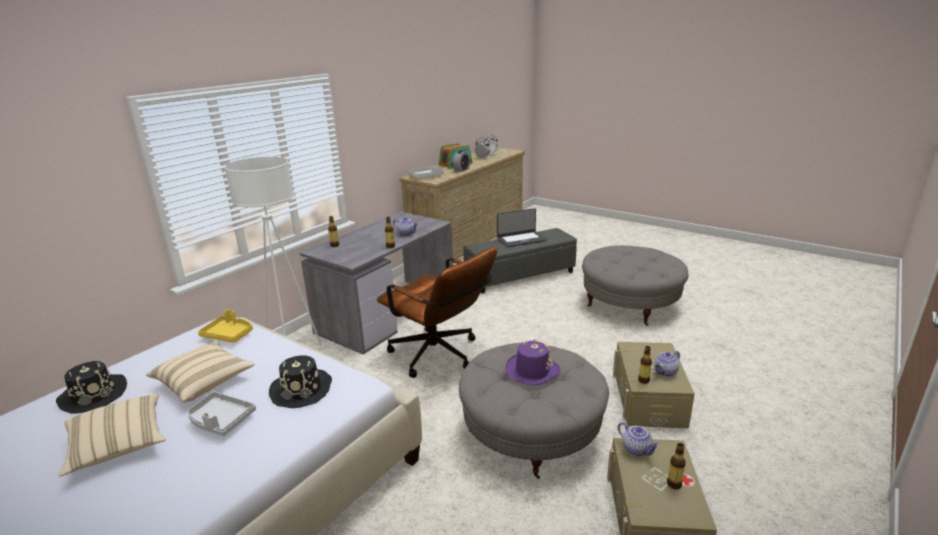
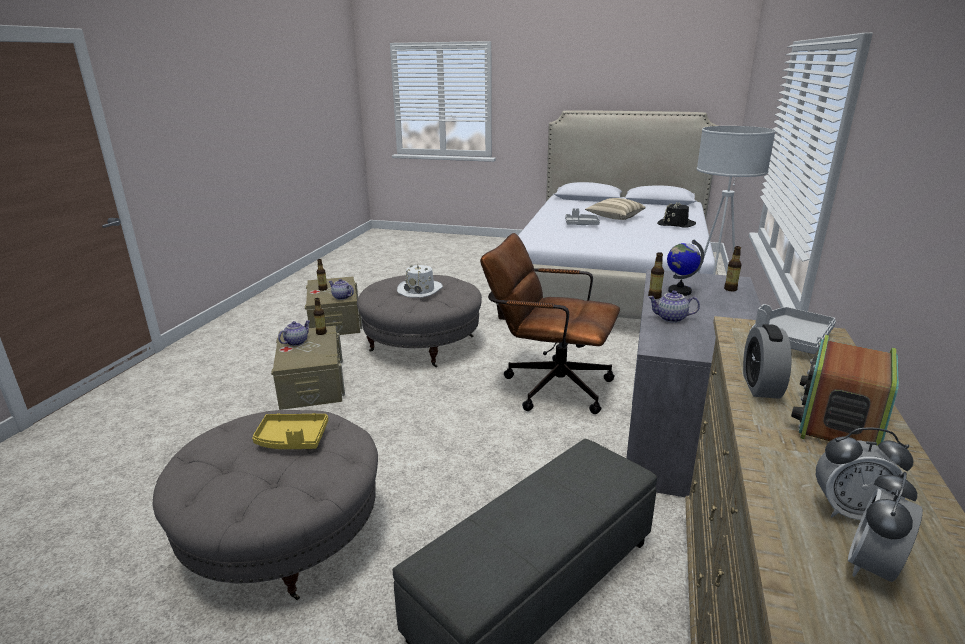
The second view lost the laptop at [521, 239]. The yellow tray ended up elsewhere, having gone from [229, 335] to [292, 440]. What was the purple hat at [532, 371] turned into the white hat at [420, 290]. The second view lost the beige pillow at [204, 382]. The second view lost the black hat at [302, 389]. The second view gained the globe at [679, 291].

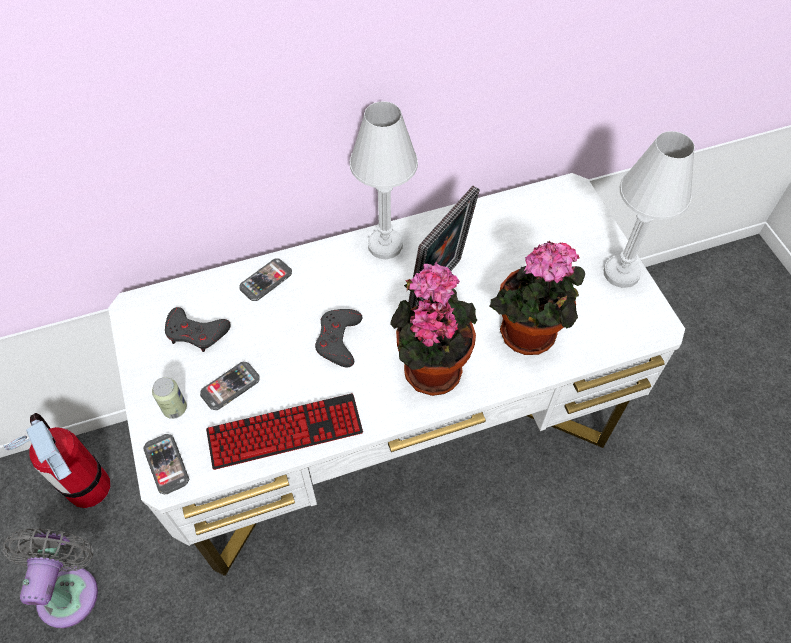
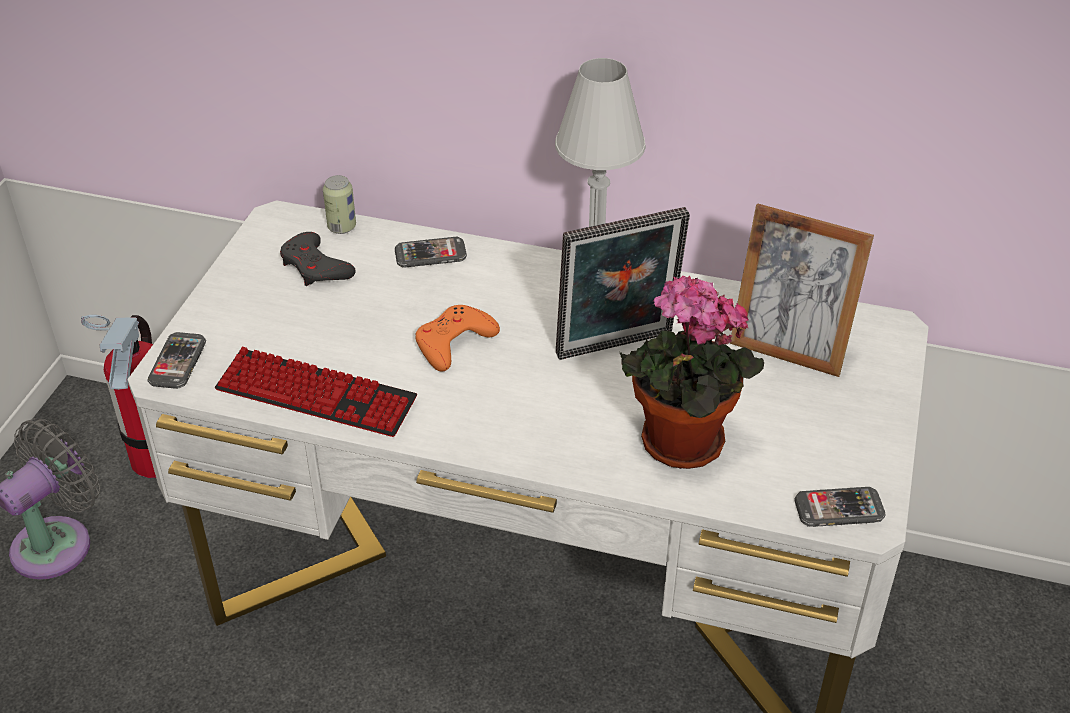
The second view lost the white table lamp at [621, 273]. The second view lost the potted plant at [430, 366]. What was the grey game controller at [338, 340] turned into the orange game controller at [453, 342]. The phone ended up elsewhere, having gone from [230, 386] to [839, 509]. The can ended up elsewhere, having gone from [175, 408] to [342, 227]. The second view gained the picture frame at [788, 350].

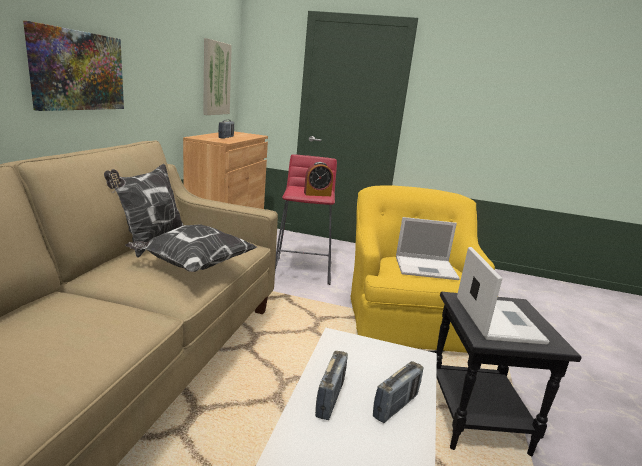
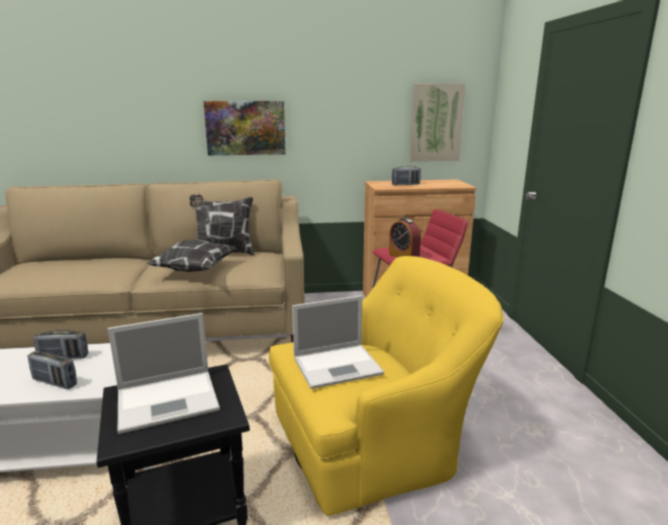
The laptop at [427, 268] ended up facing another way, 90 degrees counterclockwise from before.

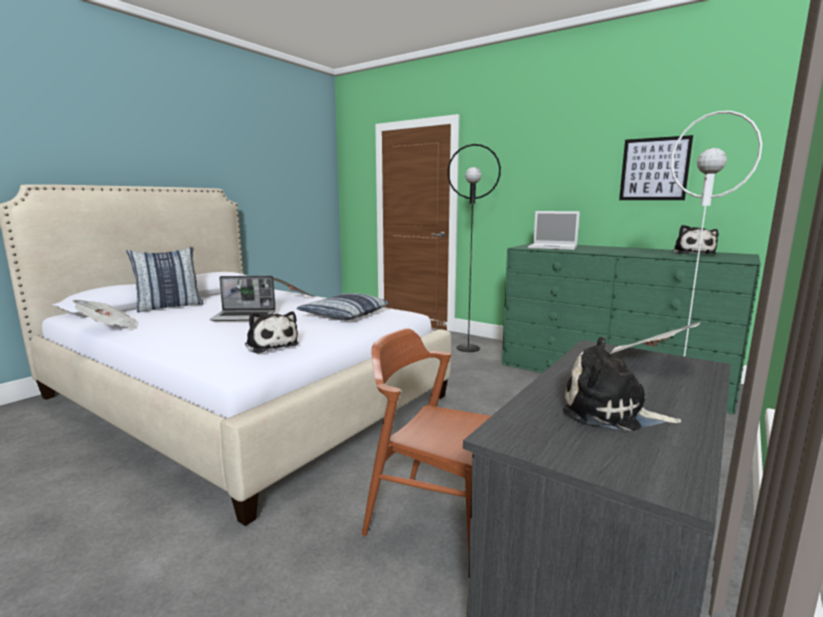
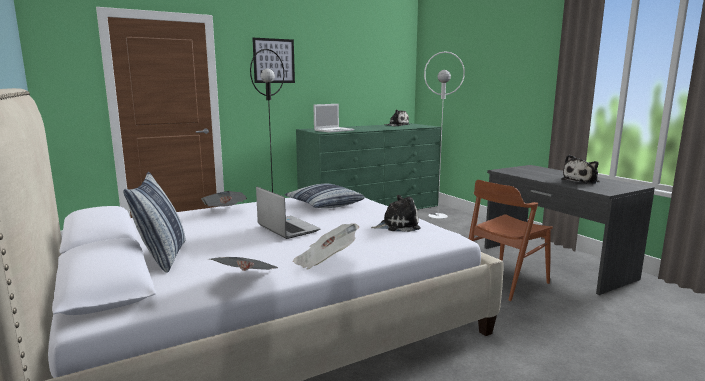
The picture ended up elsewhere, having gone from [654, 169] to [274, 61]. The laptop at [245, 317] ended up facing another way, 60 degrees counterclockwise from before. The newspaper ended up elsewhere, having gone from [646, 360] to [325, 262].

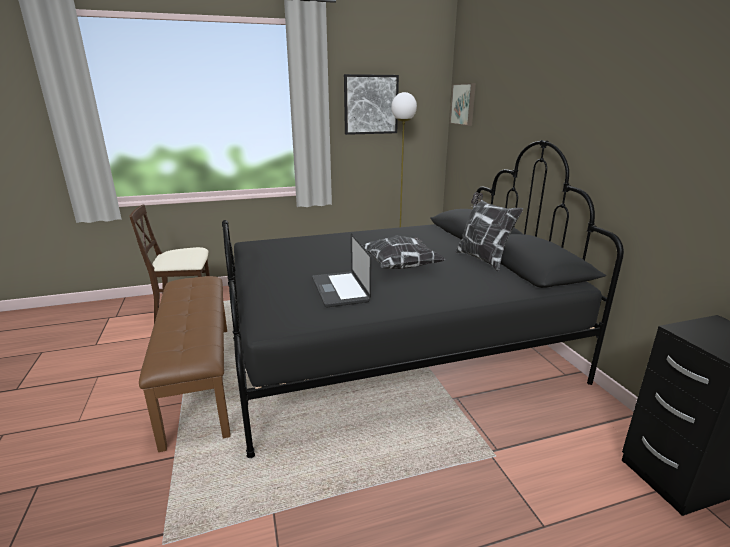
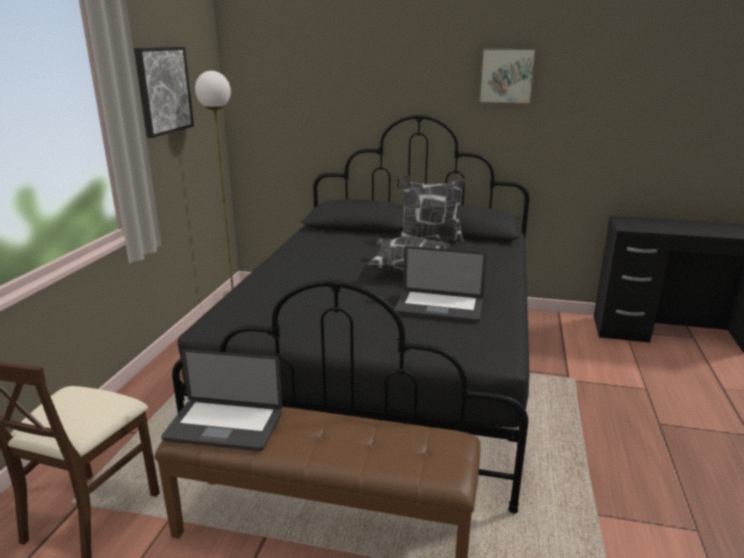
The picture ended up elsewhere, having gone from [464, 104] to [506, 76]. The second view gained the laptop at [224, 427].

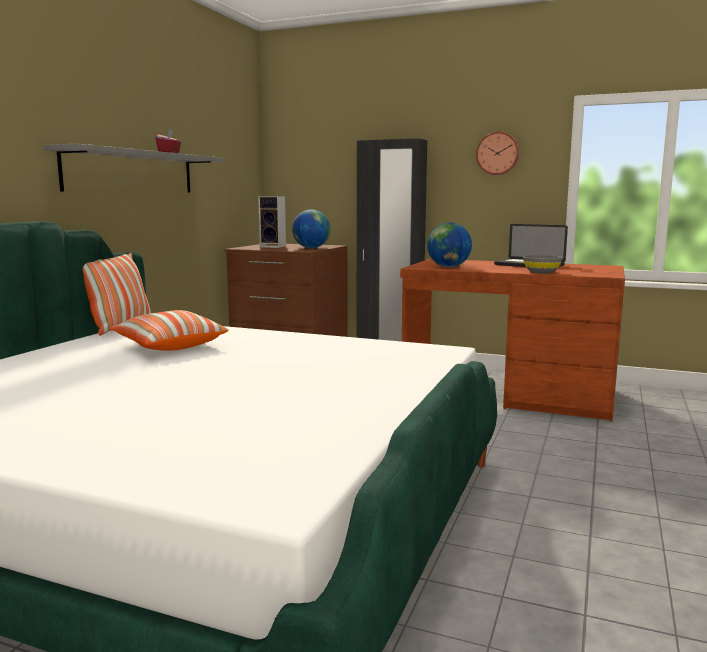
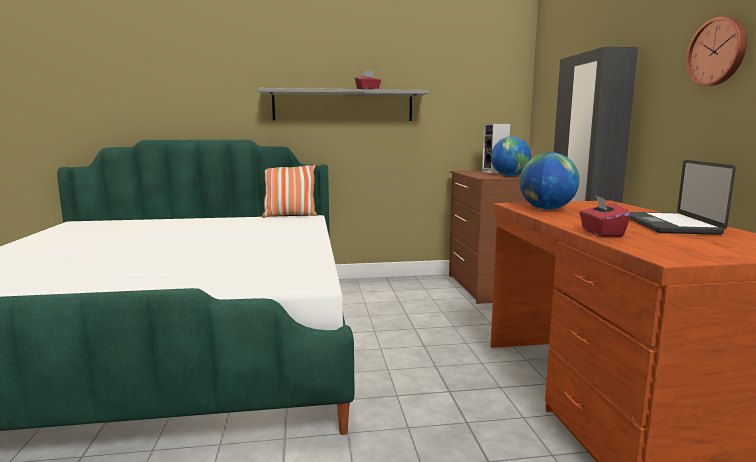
Where the grey bowl stood at [541, 272], the red tissue box came to stand at [601, 233]. The second view lost the pillow at [169, 346].

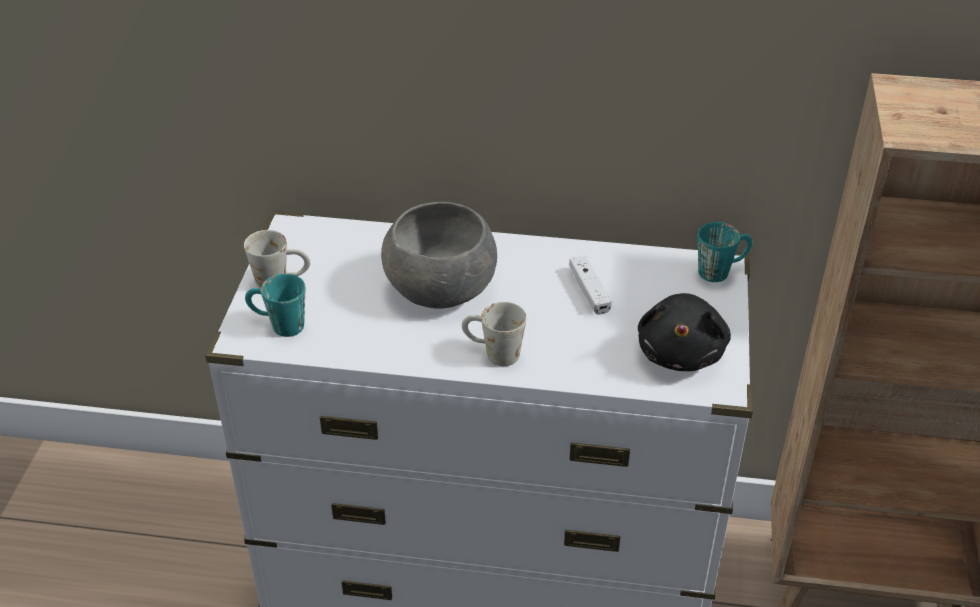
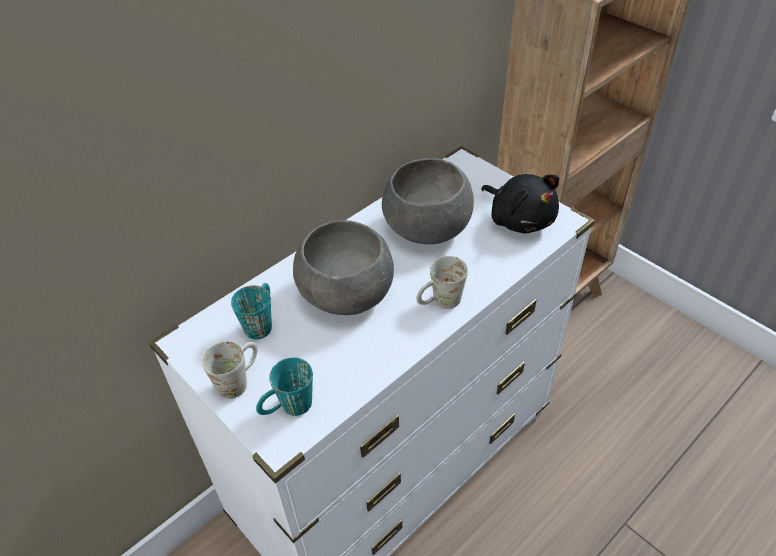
The turquoise mug ended up elsewhere, having gone from [721, 270] to [261, 322]. Where the white game controller stood at [589, 291], the grey bowl came to stand at [426, 226].

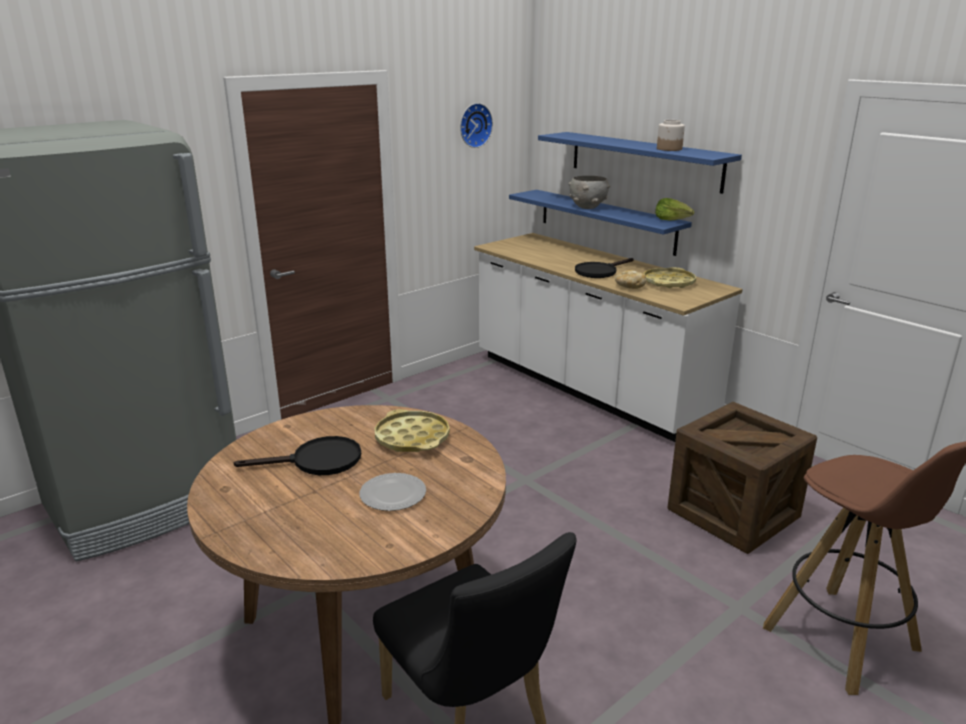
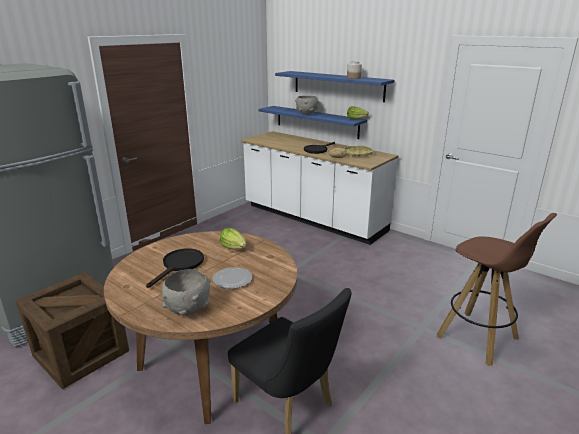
The second view lost the wall clock at [474, 125]. The crate ended up elsewhere, having gone from [733, 513] to [81, 354]. Where the yellow tray stood at [412, 438], the lettuce came to stand at [234, 247]. The black frying pan at [317, 461] ended up facing another way, 45 degrees counterclockwise from before. The second view gained the grey bowl at [188, 310].

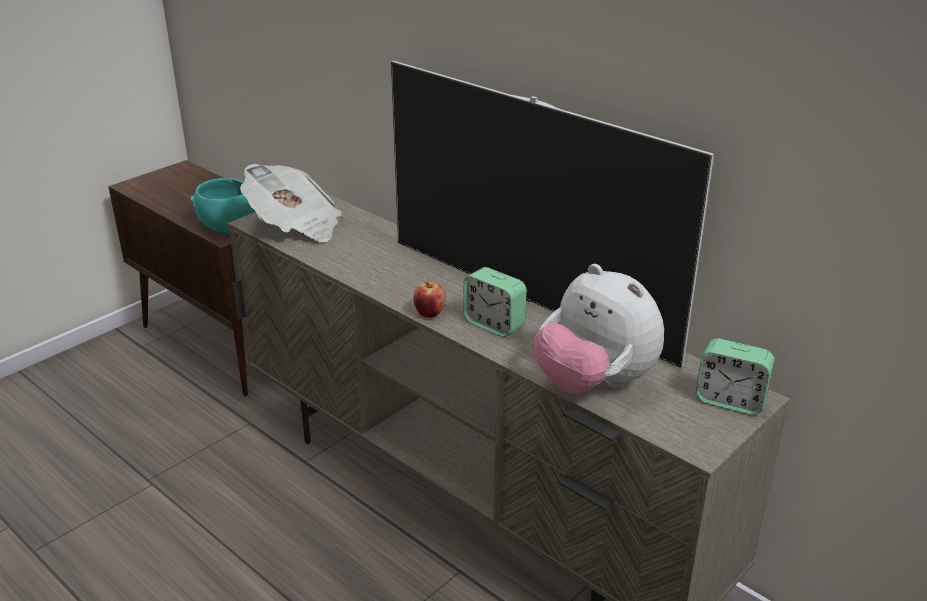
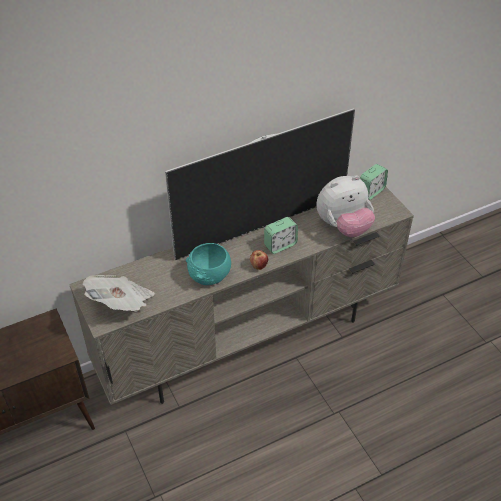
The turquoise bowl ended up elsewhere, having gone from [227, 226] to [209, 276].

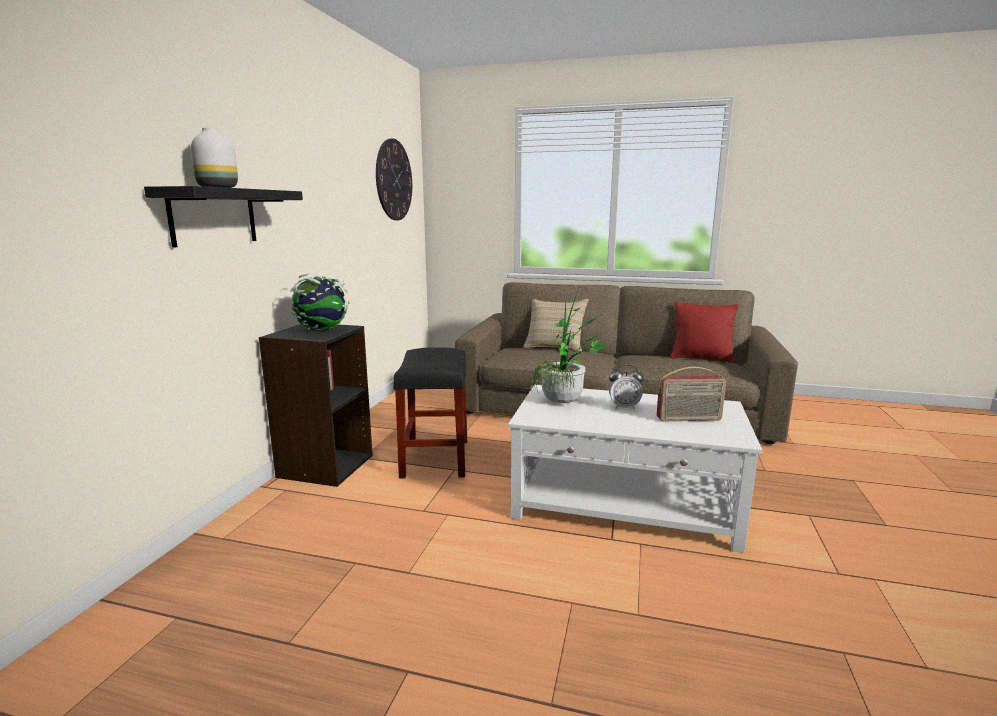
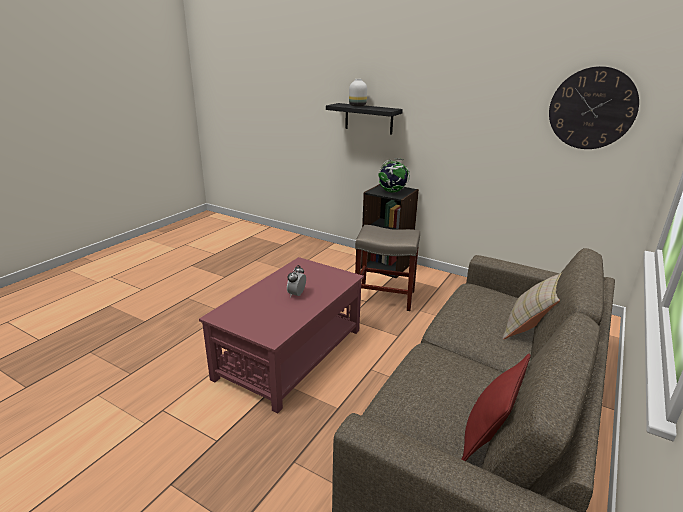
The second view lost the potted plant at [564, 404]. What was the black stool at [435, 459] turned into the beige stool at [384, 297]. The second view lost the radio at [689, 419]. What was the white coffee table at [625, 503] turned into the red coffee table at [289, 353].

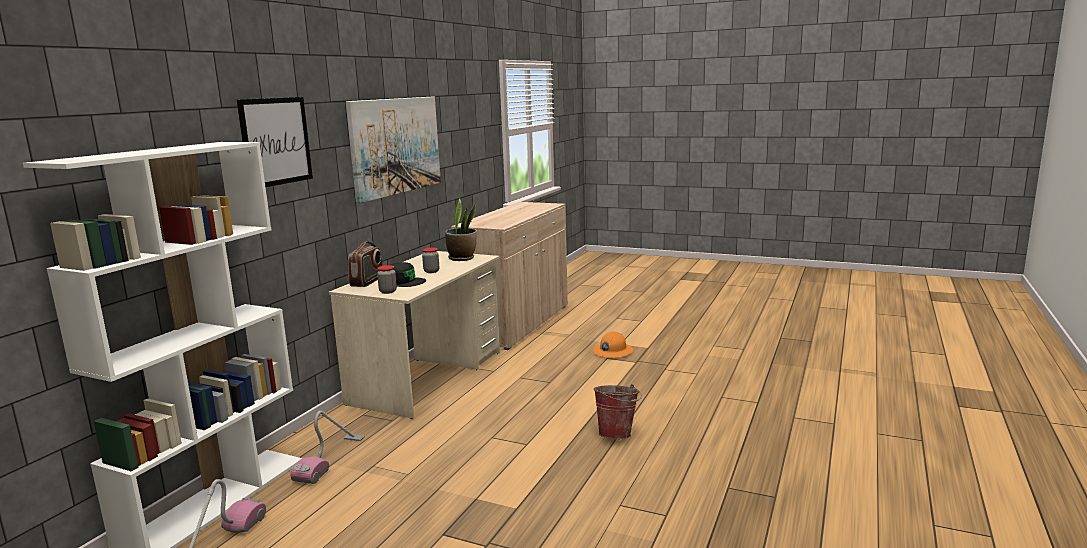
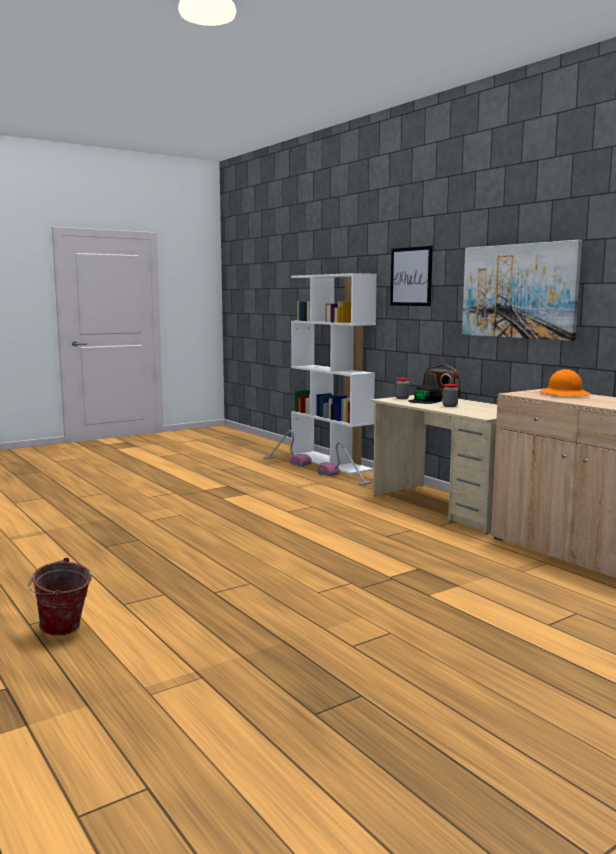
The second view lost the potted plant at [462, 258]. The orange hard hat ended up elsewhere, having gone from [612, 351] to [564, 394]. The bucket ended up elsewhere, having gone from [617, 434] to [63, 631].

